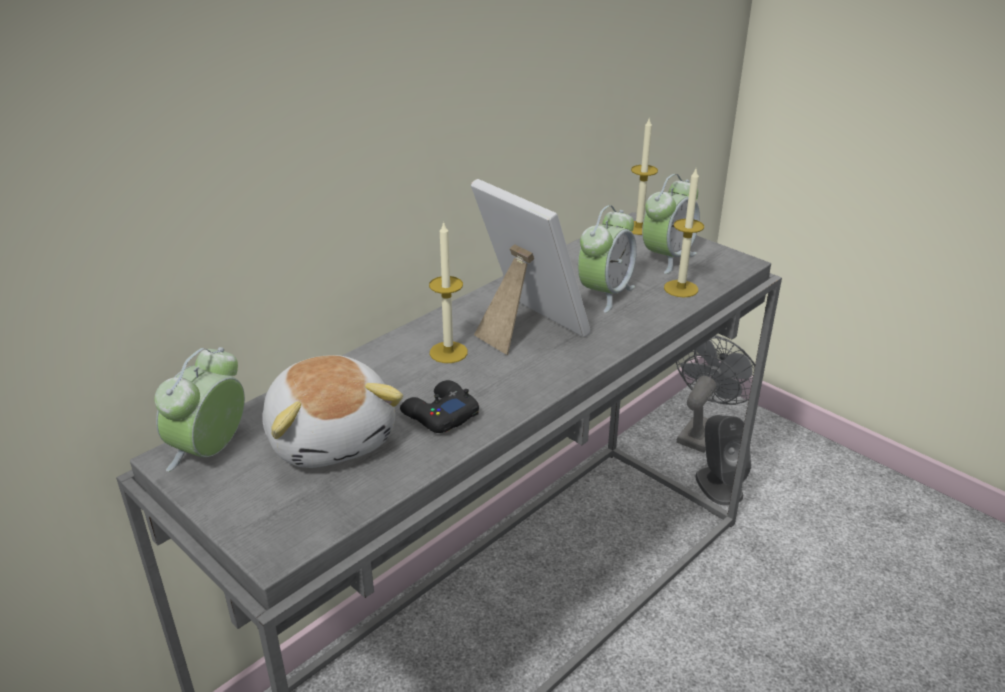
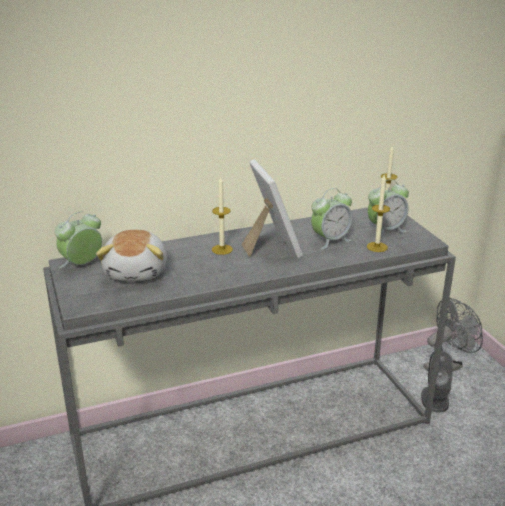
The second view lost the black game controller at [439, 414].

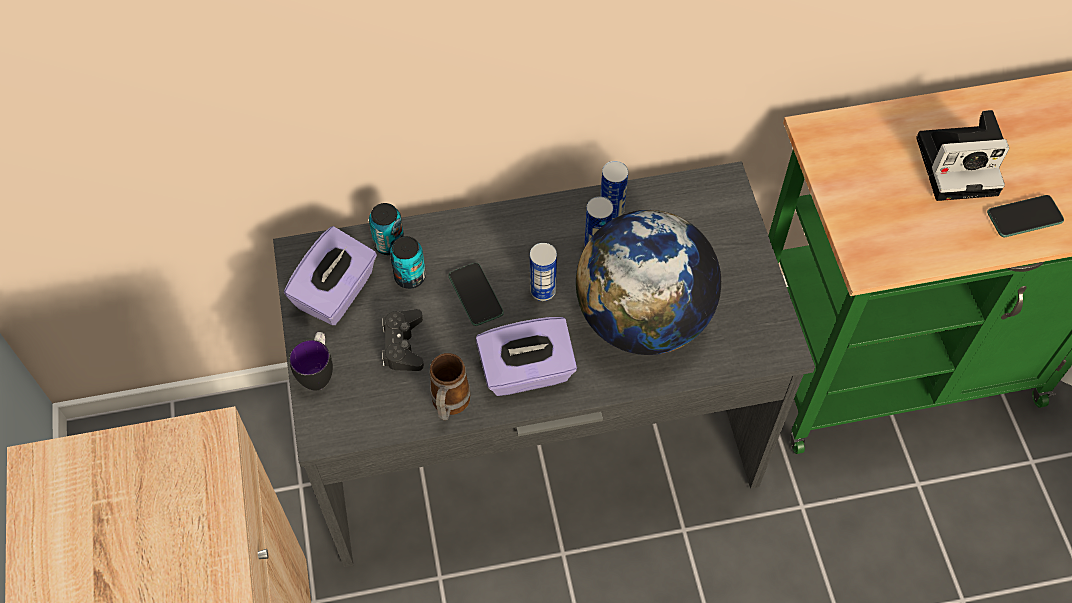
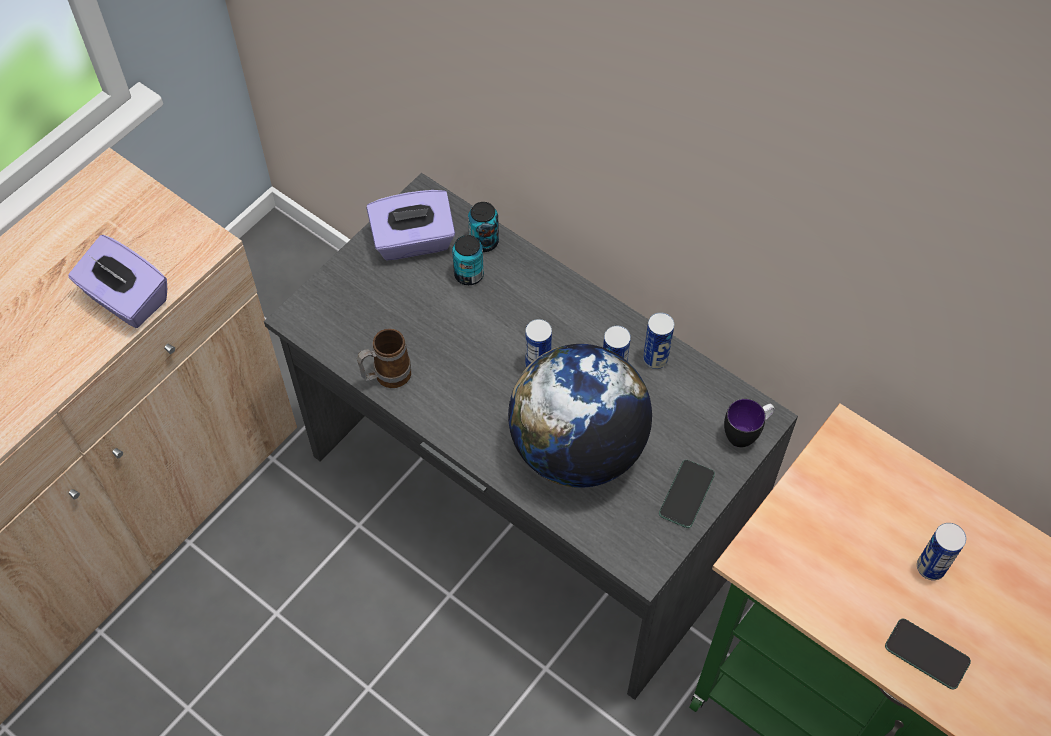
Where the photo camera stood at [960, 164], the can came to stand at [930, 567]. The phone ended up elsewhere, having gone from [475, 295] to [686, 494]. The second view lost the black game controller at [403, 344]. The purple tissue box ended up elsewhere, having gone from [527, 372] to [126, 299]. The mug ended up elsewhere, having gone from [318, 372] to [746, 433].

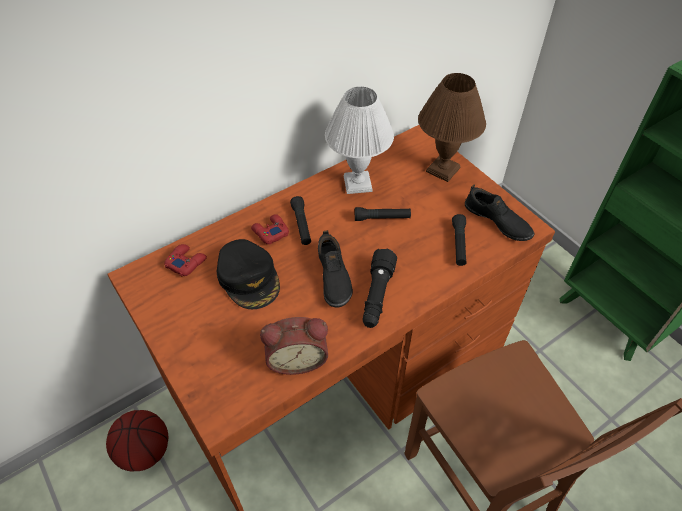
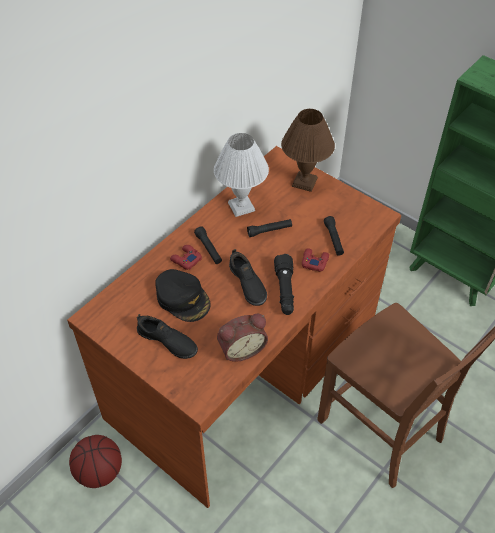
The black shoe ended up elsewhere, having gone from [497, 221] to [167, 342]. The red game controller ended up elsewhere, having gone from [186, 262] to [314, 261].

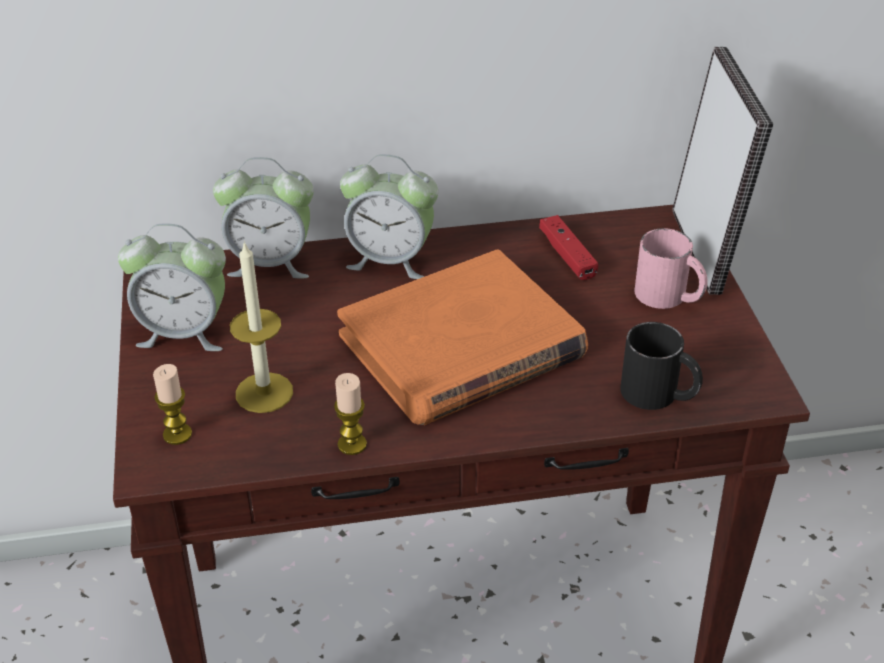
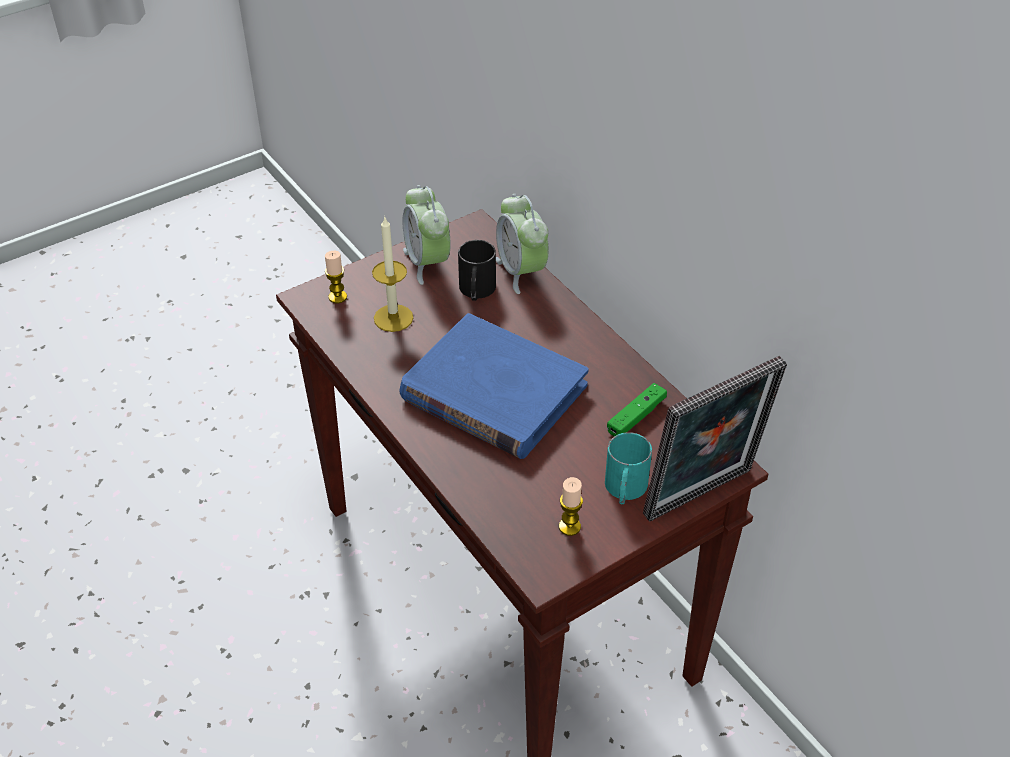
The second view lost the alarm clock at [390, 260]. What was the red game controller at [567, 255] turned into the green game controller at [636, 417]. What was the pink mug at [669, 297] turned into the turquoise mug at [624, 490]. What was the orange book at [462, 346] turned into the blue book at [493, 392]. The black mug ended up elsewhere, having gone from [659, 394] to [476, 291]. The candle ended up elsewhere, having gone from [352, 444] to [569, 527].

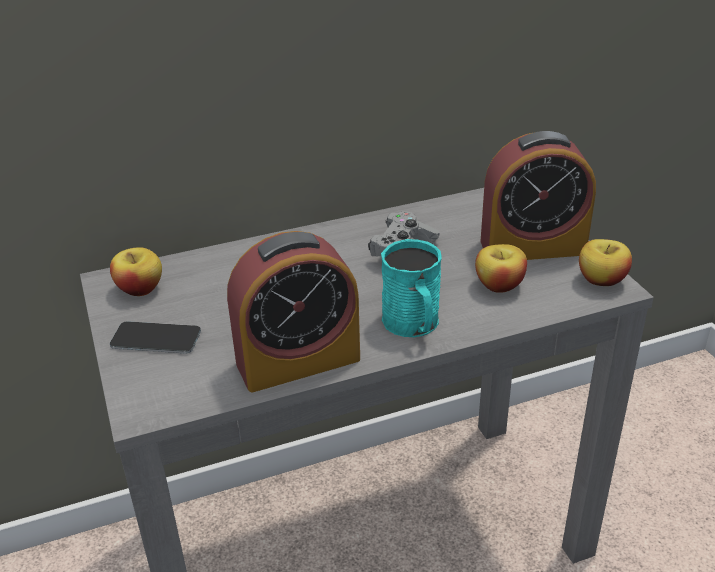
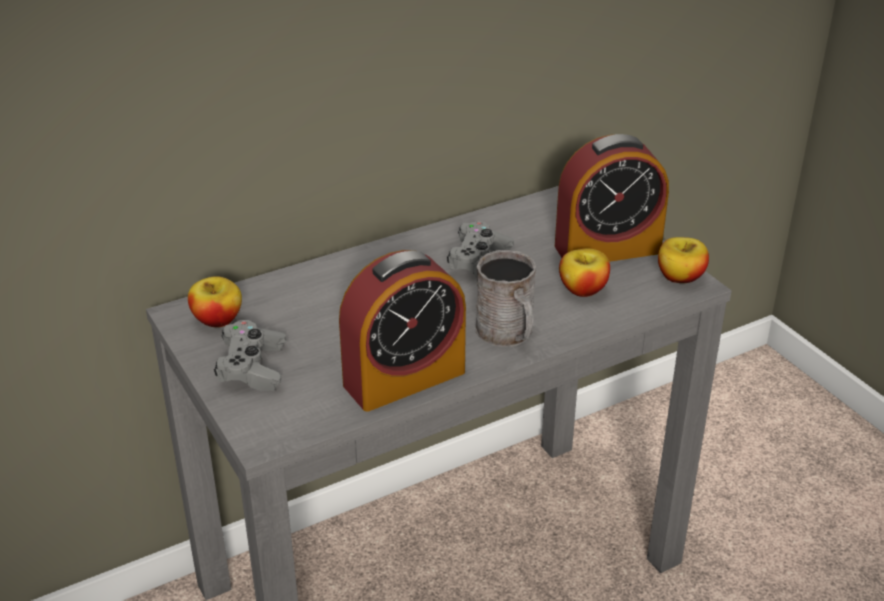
What was the turquoise mug at [413, 324] turned into the grey mug at [508, 334]. Where the phone stood at [156, 338], the grey game controller came to stand at [252, 368].

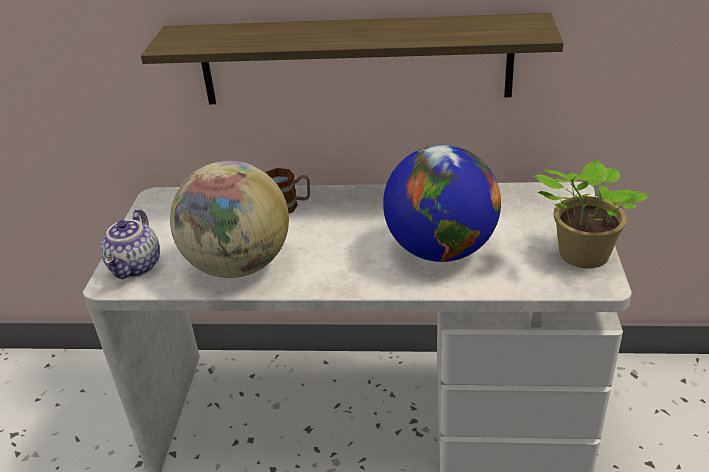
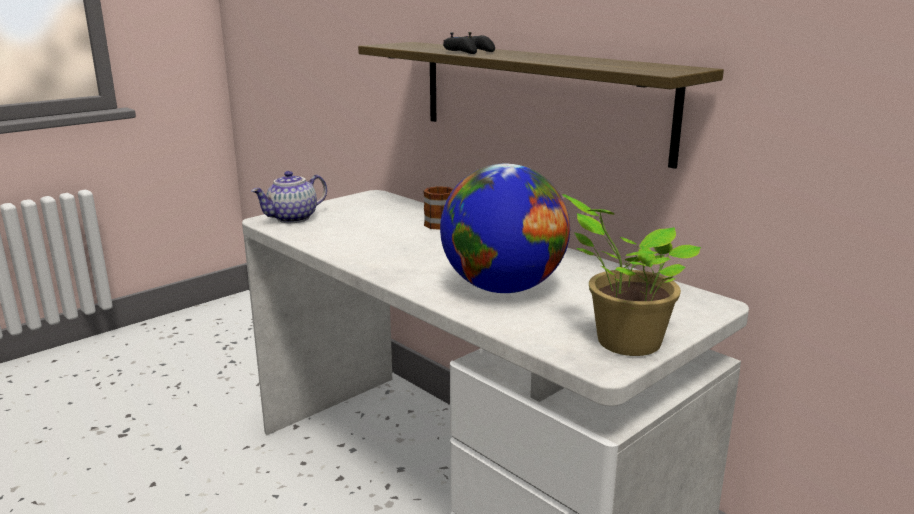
The second view lost the globe at [238, 265]. The second view gained the black game controller at [469, 52].

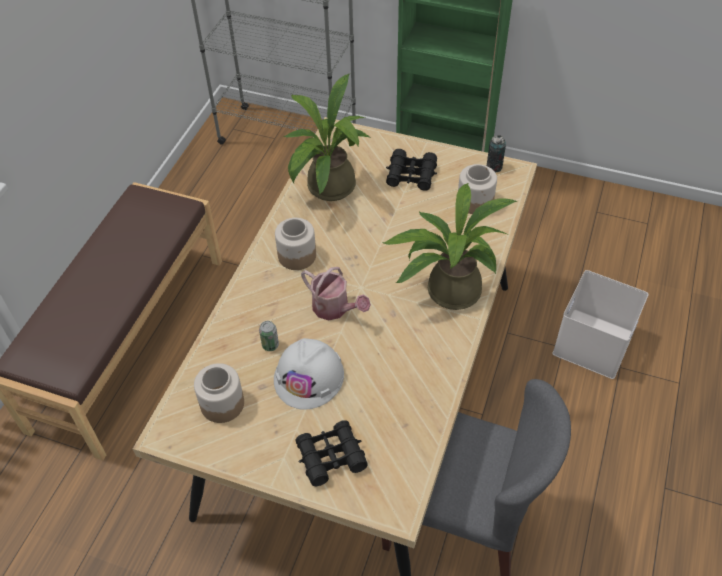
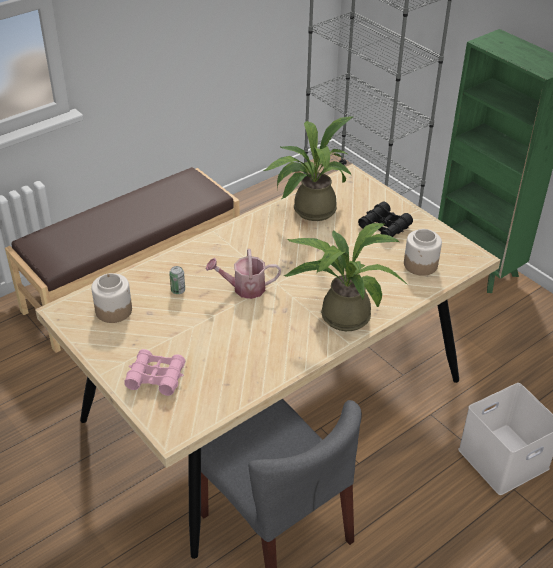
The second view lost the can at [494, 167]. The second view lost the jar at [296, 256]. The watering can at [335, 309] ended up facing another way, 105 degrees clockwise from before. The second view lost the white hard hat at [309, 377]. What was the black binoculars at [331, 457] turned into the pink binoculars at [156, 377].

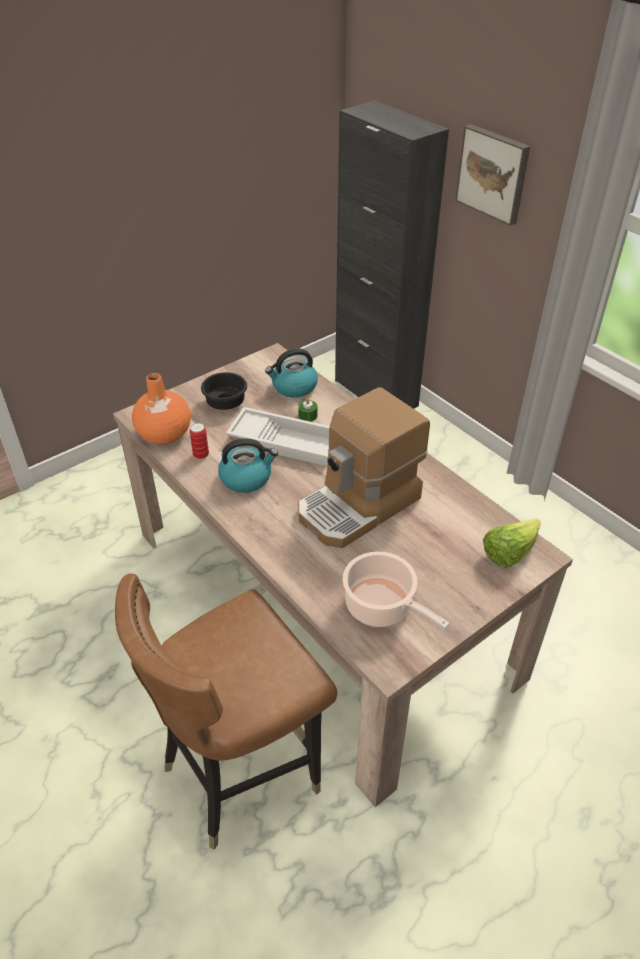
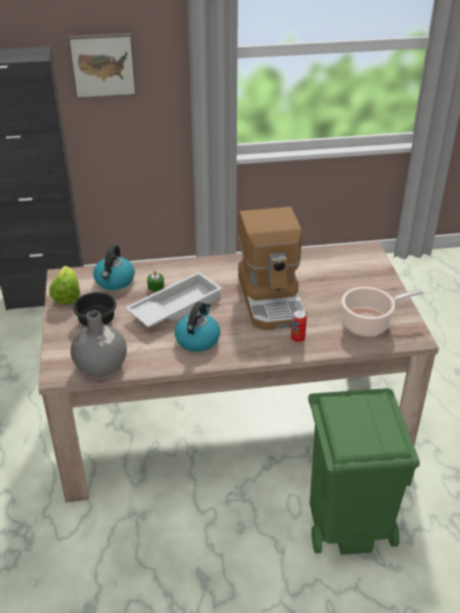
What was the orange vase at [164, 434] turned into the grey vase at [101, 366]. The can ended up elsewhere, having gone from [201, 455] to [297, 339]. The lettuce ended up elsewhere, having gone from [509, 553] to [67, 295]. Where the brown chair stood at [241, 771], the green trash can came to stand at [347, 521].

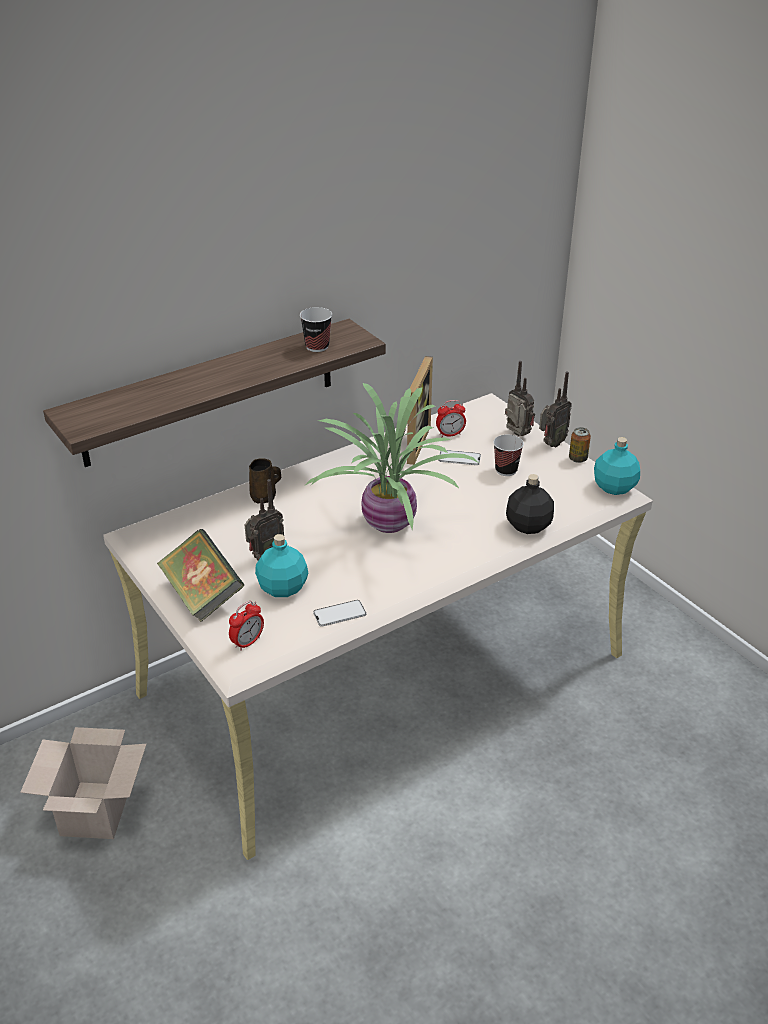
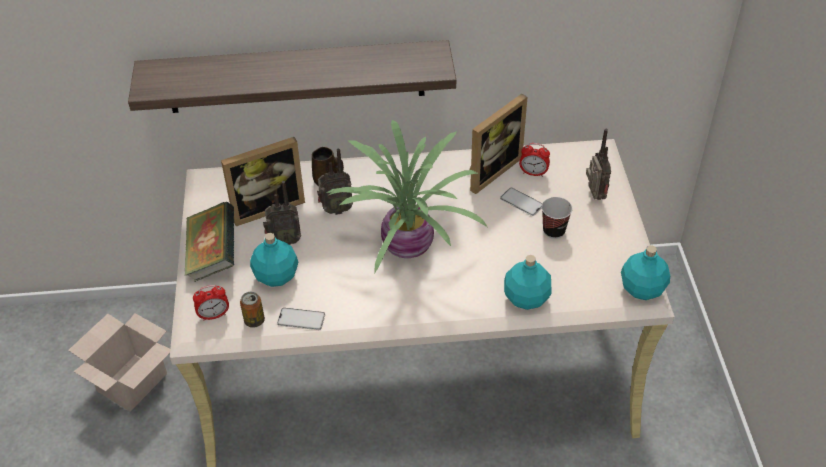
The second view lost the cup at [317, 347]. The radio ended up elsewhere, having gone from [551, 444] to [335, 209]. The can ended up elsewhere, having gone from [578, 459] to [254, 321]. What was the black bottle at [528, 525] turned into the turquoise bottle at [526, 297]. The second view gained the picture frame at [266, 206].

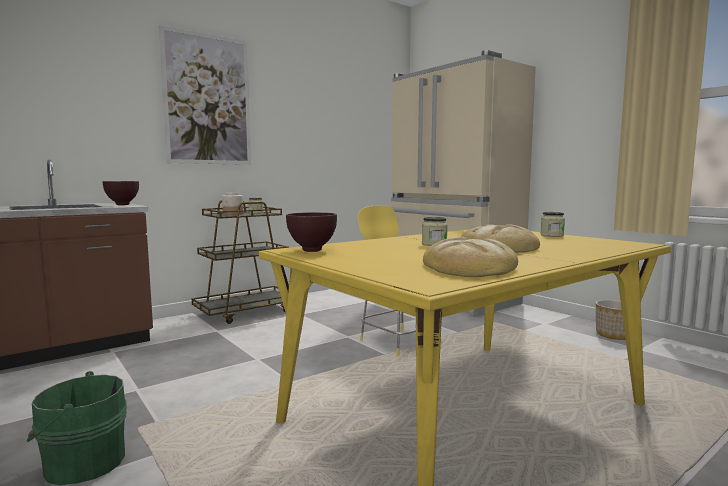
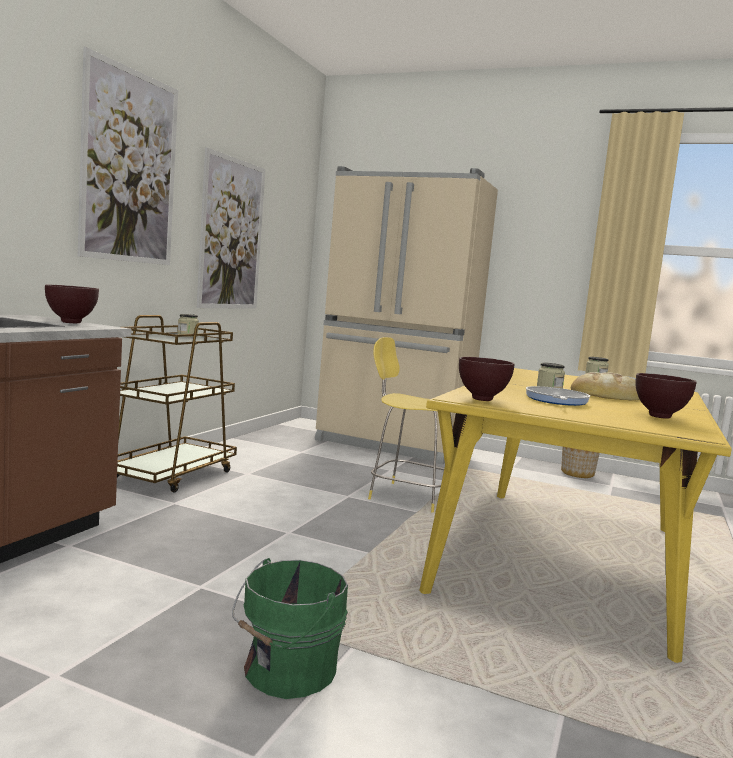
The second view lost the jar at [233, 214]. Where the bread stood at [469, 267], the brown bowl came to stand at [661, 417]. The second view gained the picture at [231, 234]. The second view gained the frying pan at [556, 401].

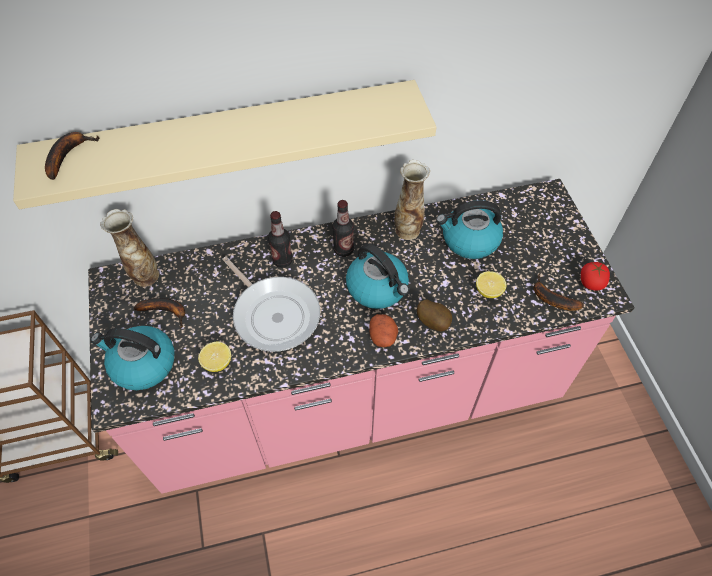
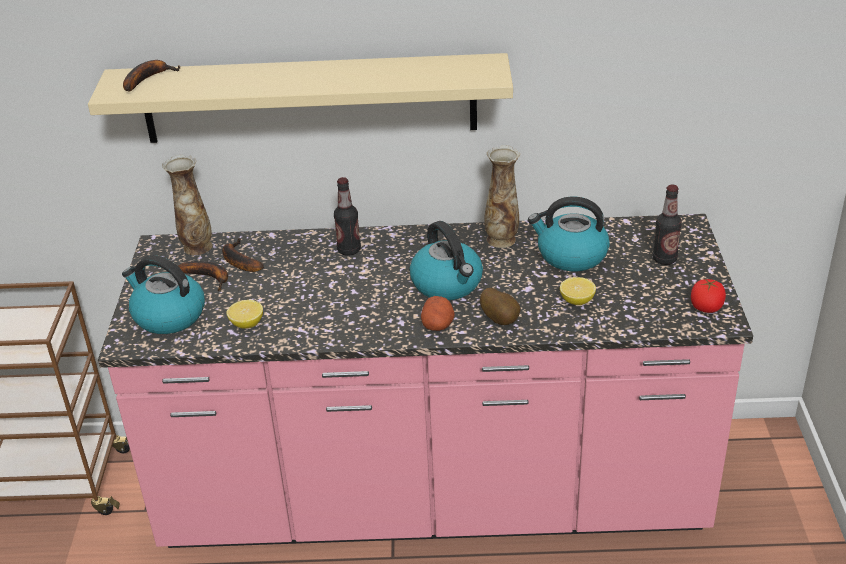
The bottle ended up elsewhere, having gone from [343, 250] to [664, 259]. The second view lost the frying pan at [274, 314]. The banana ended up elsewhere, having gone from [551, 298] to [238, 261].

